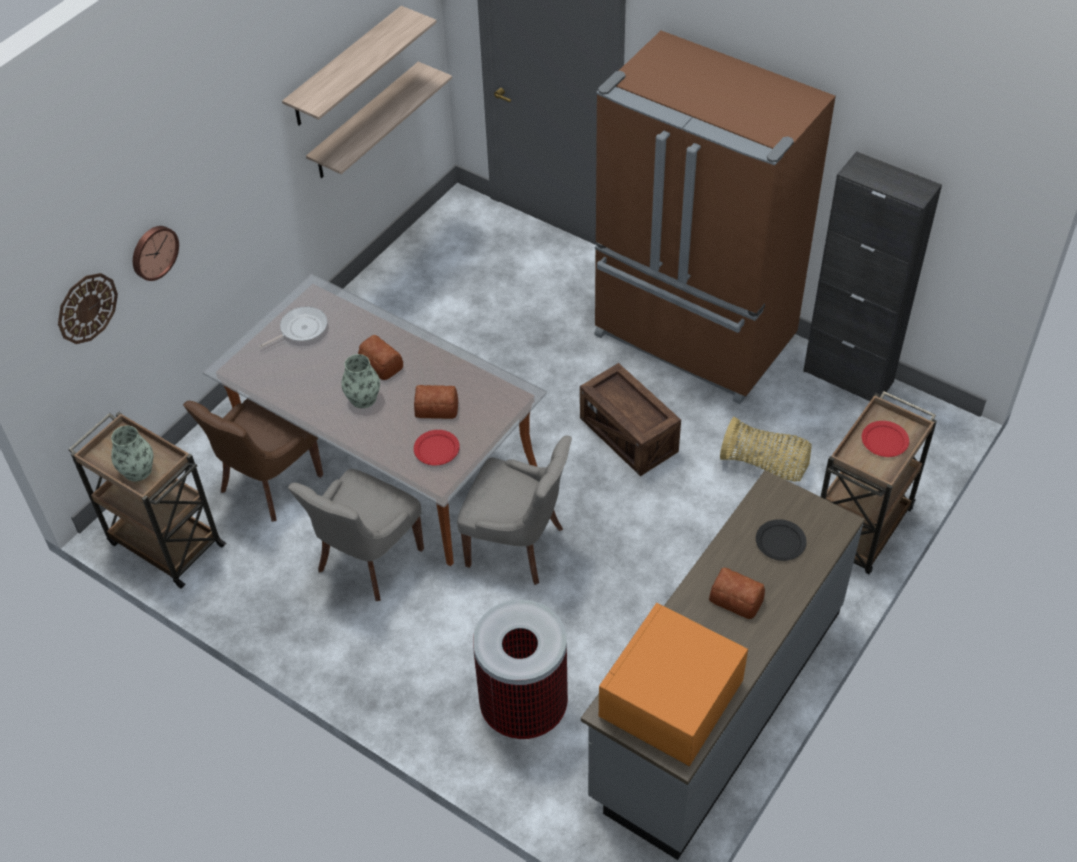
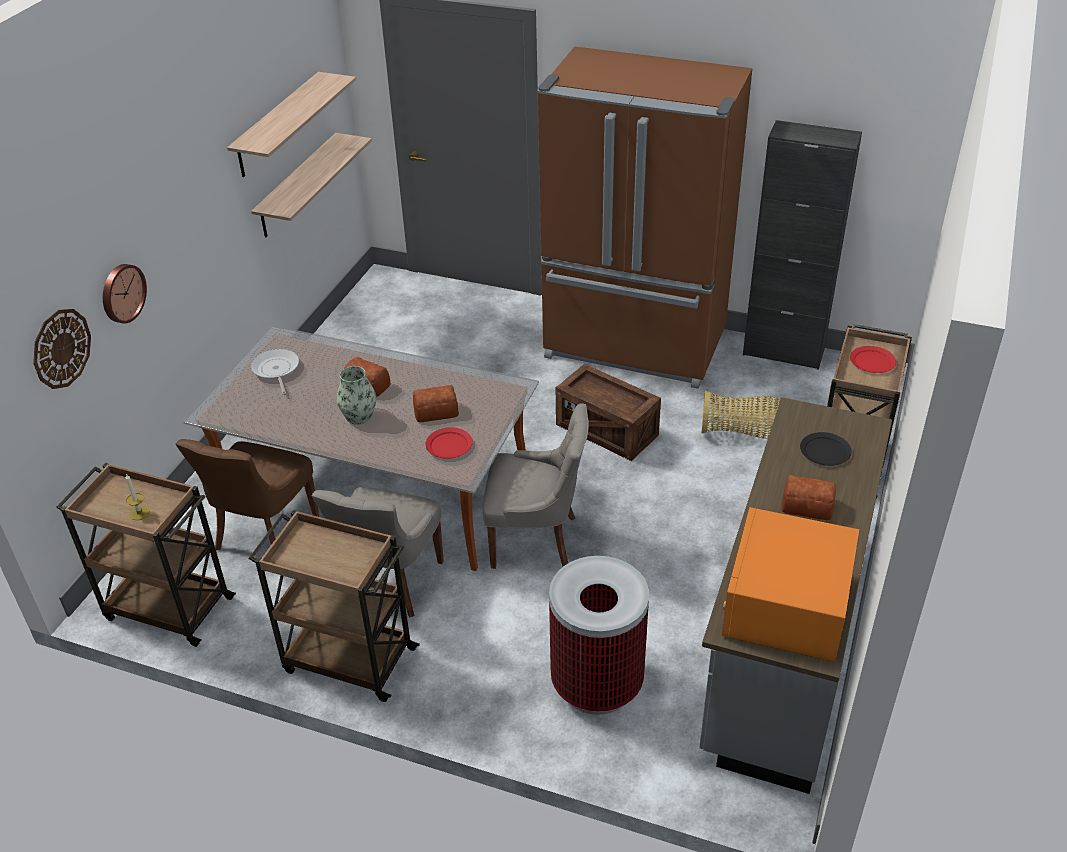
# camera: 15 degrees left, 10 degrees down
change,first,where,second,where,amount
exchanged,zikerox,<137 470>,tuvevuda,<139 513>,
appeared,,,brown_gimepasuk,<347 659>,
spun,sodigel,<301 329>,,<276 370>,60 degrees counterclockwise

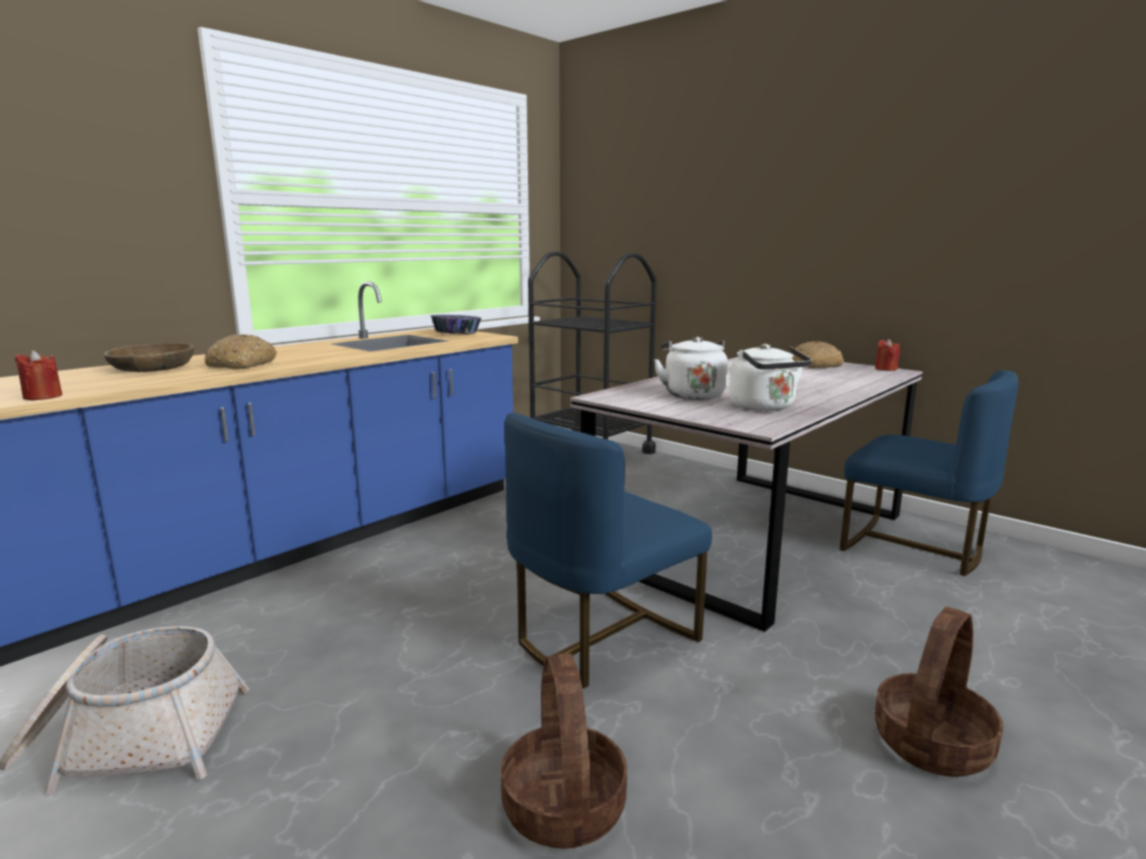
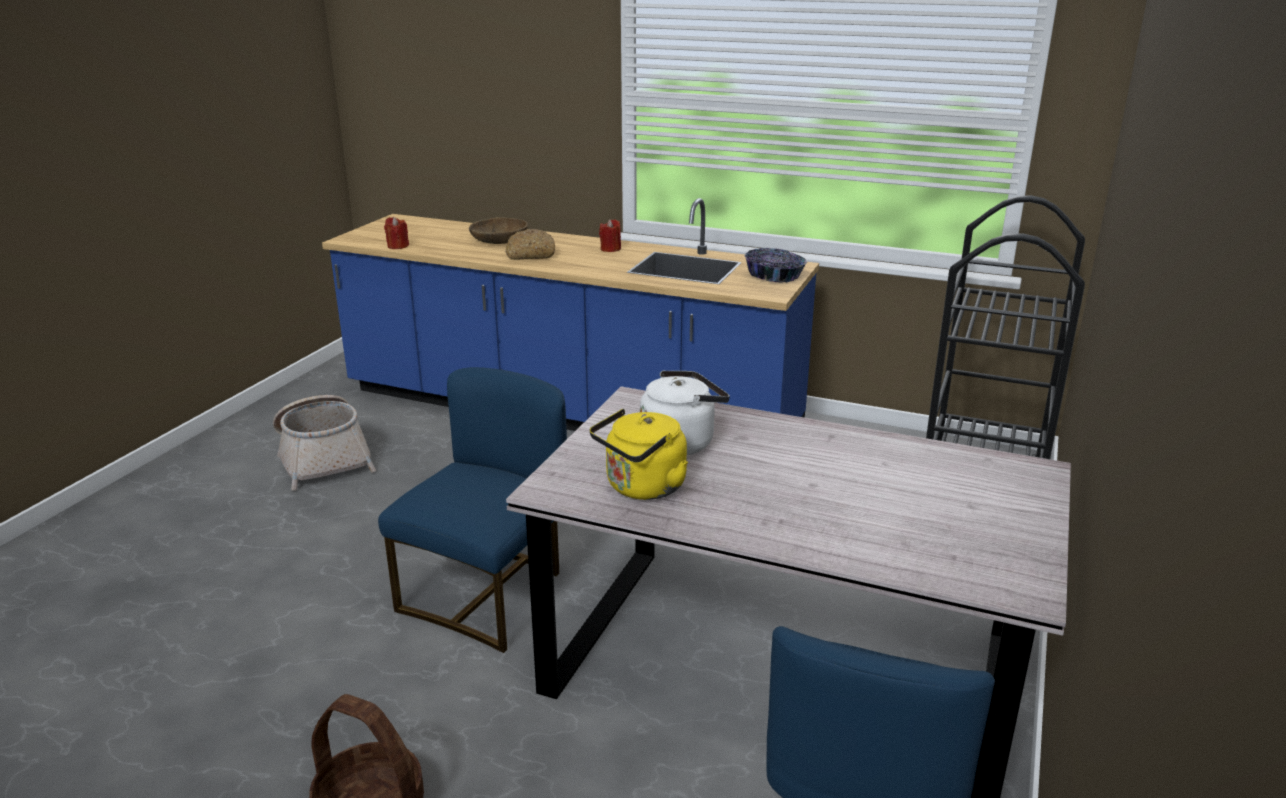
# camera: 70 degrees right, 10 degrees up
change,first,where,second,where,amount
spun,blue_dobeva,<601 637>,,<489 595>,90 degrees clockwise
colour,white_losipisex,<765 407>,yellow_losipisex,<642 488>,
relocated,red_tuvevuda,<885 369>,,<610 249>,
missing,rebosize,<562 806>,,,
missing,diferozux,<814 365>,,,

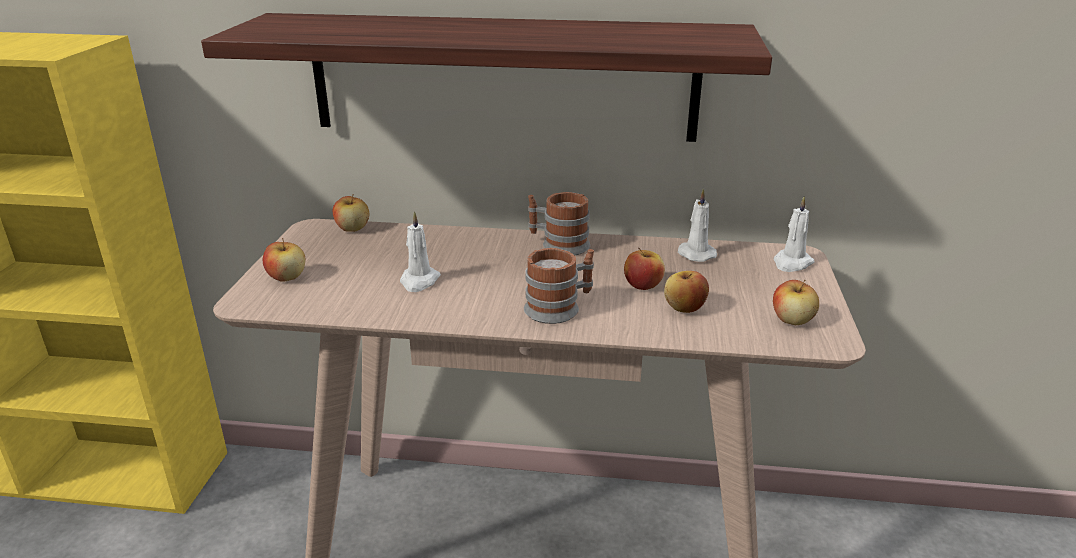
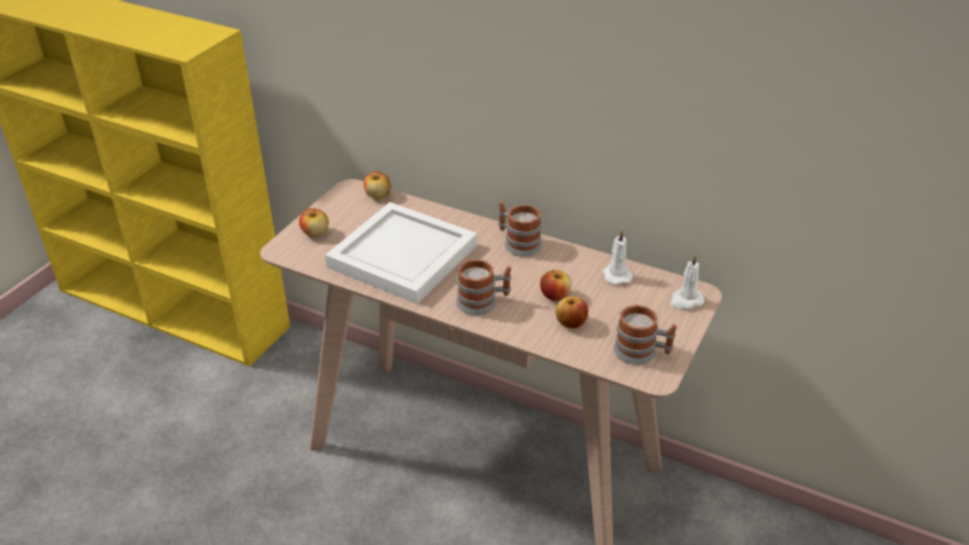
# camera: 20 degrees right, 10 degrees up
change,first,where,second,where,amount
exchanged,white_tuvevuda,<419 281>,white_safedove,<400 256>,
exchanged,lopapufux,<792 320>,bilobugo,<642 352>,
missing,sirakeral,<502 77>,,,

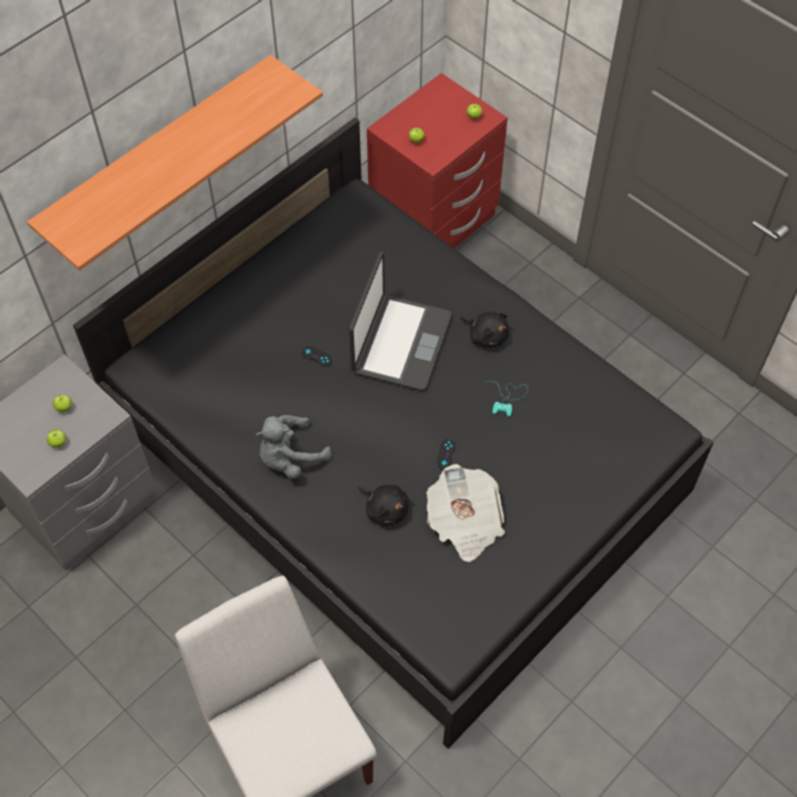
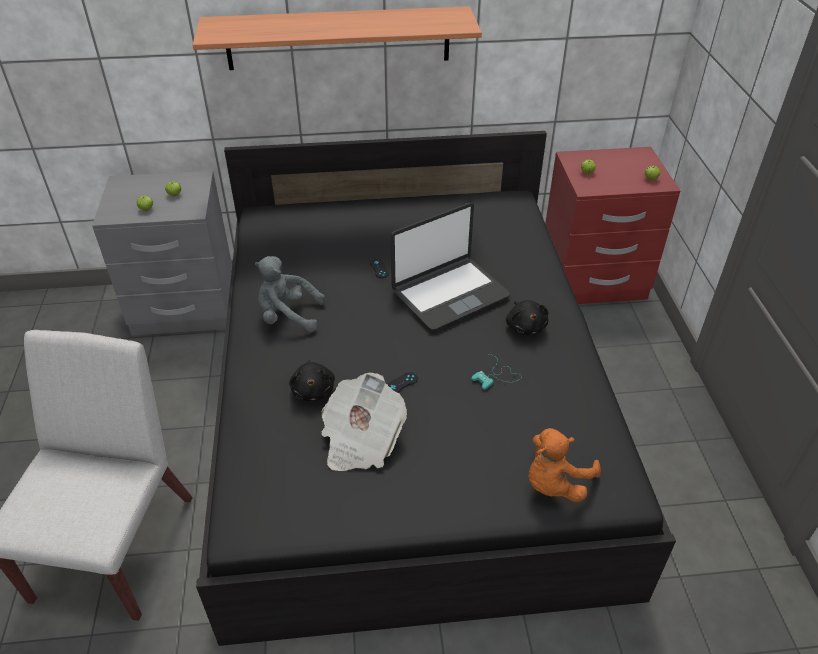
# camera: 40 degrees right, 15 degrees down
change,first,where,second,where,amount
appeared,,,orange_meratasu,<554 483>,

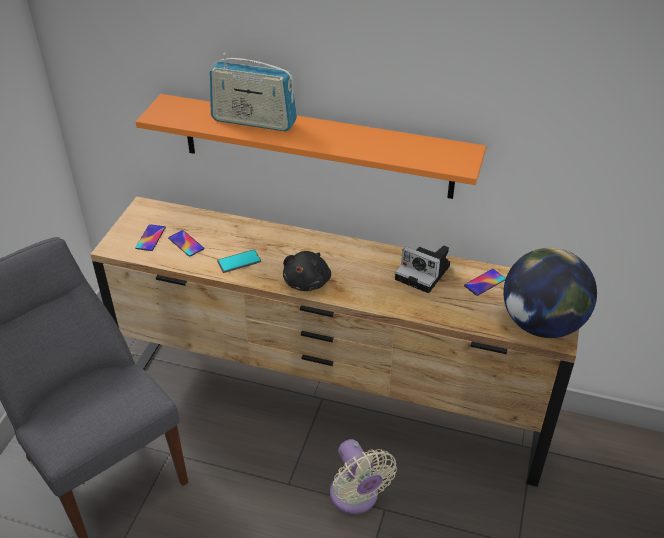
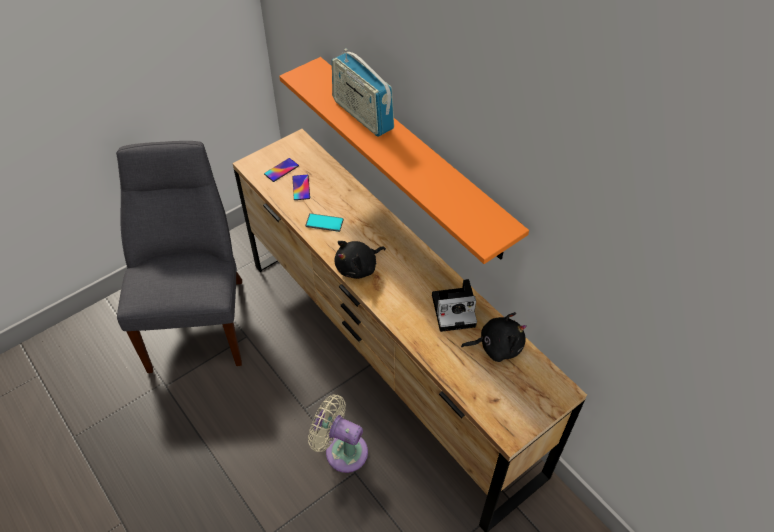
# camera: 35 degrees right, 10 degrees up
change,first,where,second,where,amount
spun,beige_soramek,<356 497>,,<342 450>,105 degrees clockwise
spun,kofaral,<425 273>,,<455 310>,75 degrees counterclockwise
exchanged,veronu,<484 282>,black_meratasu,<497 346>,
missing,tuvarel,<541 324>,,,

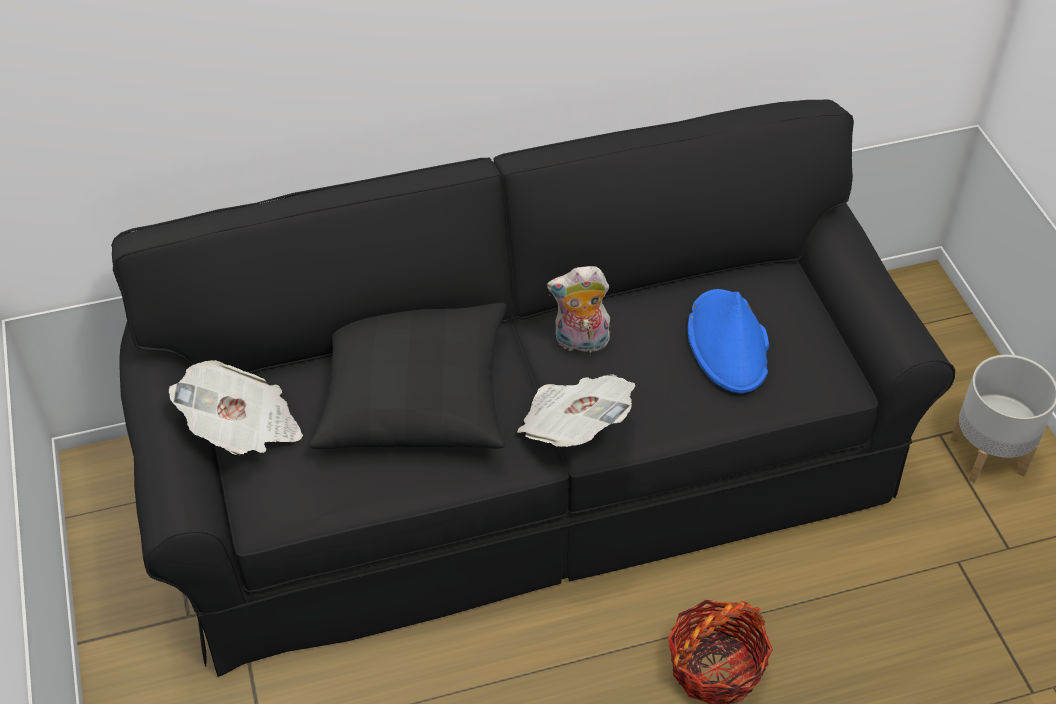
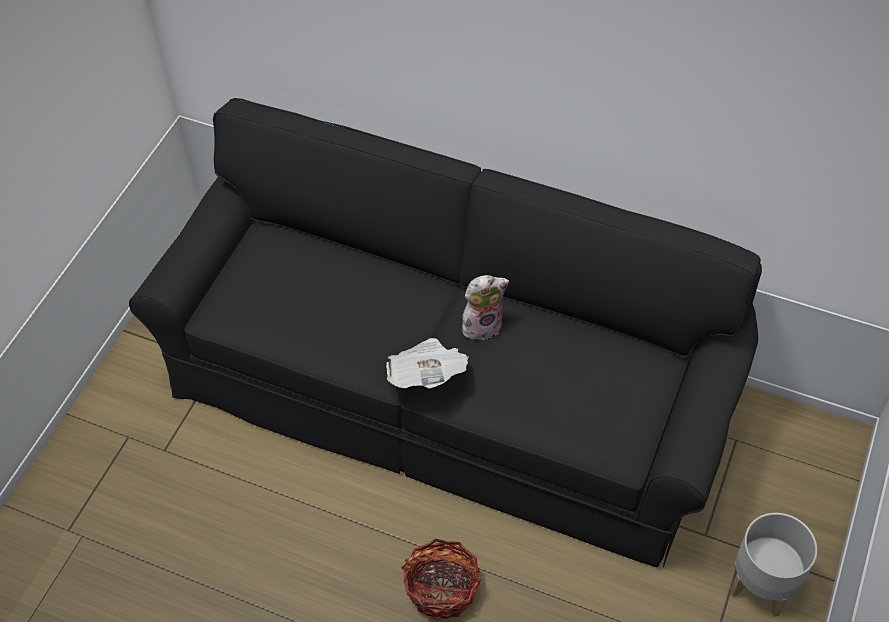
# camera: 40 degrees right, 5 degrees up
change,first,where,second,where,amount
spun,meratasu,<580 342>,,<482 325>,120 degrees clockwise
missing,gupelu,<243 429>,,,
missing,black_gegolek,<413 391>,,,
missing,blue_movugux,<728 343>,,,

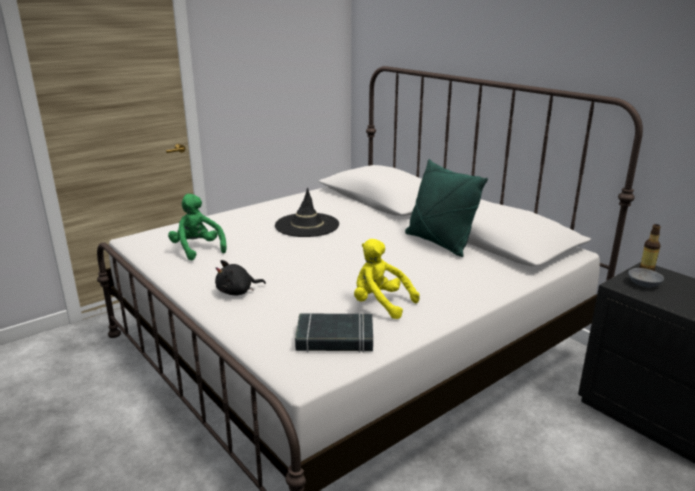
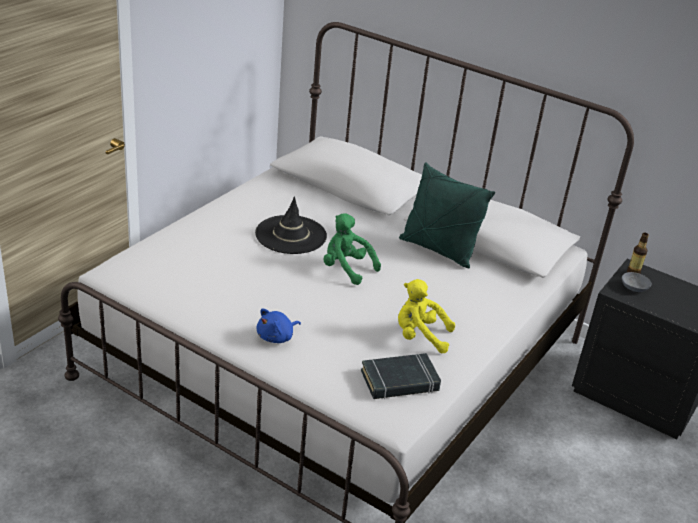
# camera: 20 degrees left, 10 degrees up
change,first,where,second,where,amount
colour,black_meratasu,<237 292>,blue_meratasu,<276 337>,
relocated,green_meratasu,<197 249>,,<346 269>,

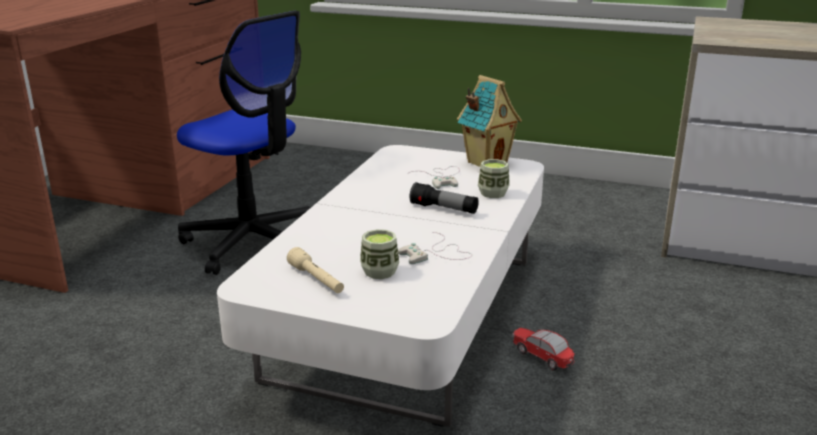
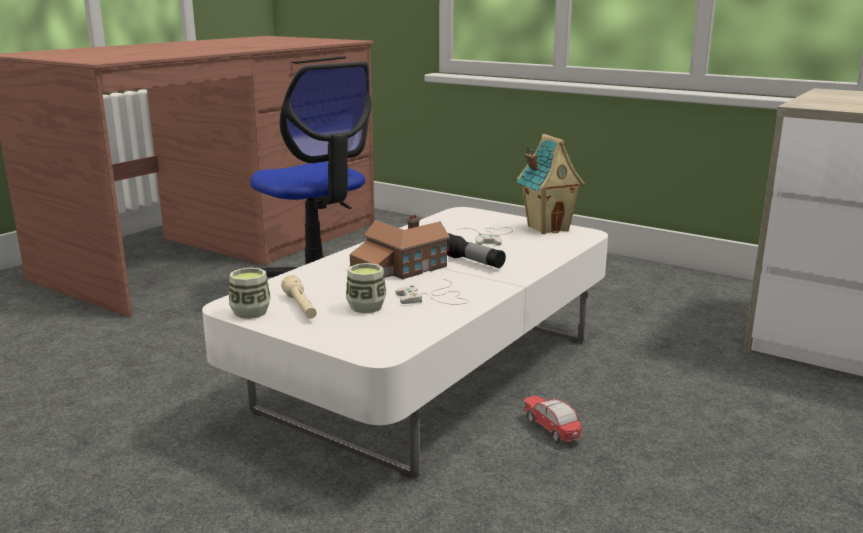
# camera: 15 degrees right, 5 degrees down
change,first,where,second,where,amount
relocated,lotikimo,<493 193>,,<250 312>,
appeared,,,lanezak,<399 268>,

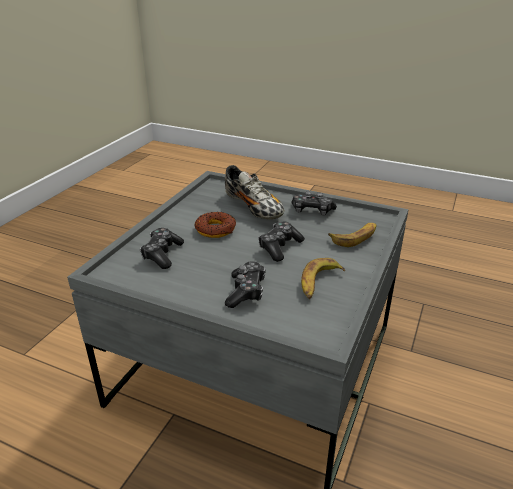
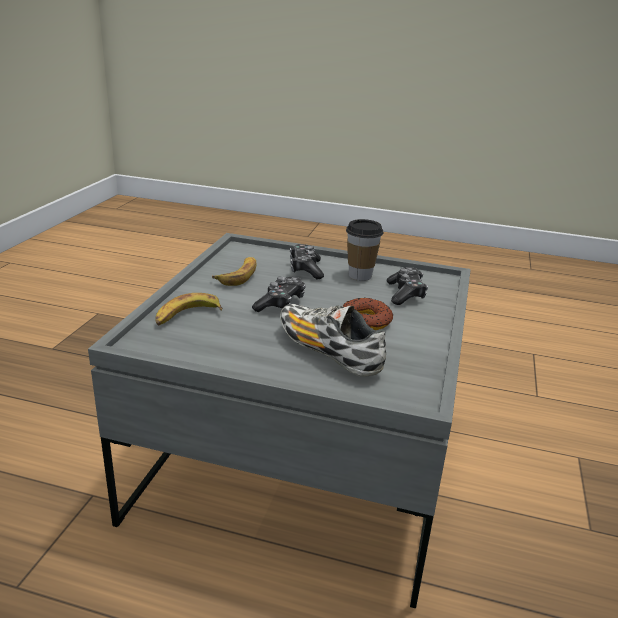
# camera: 170 degrees right, 5 degrees down
change,first,where,second,where,amount
appeared,,,lotikimo,<360 276>,
missing,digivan,<312 211>,,,

